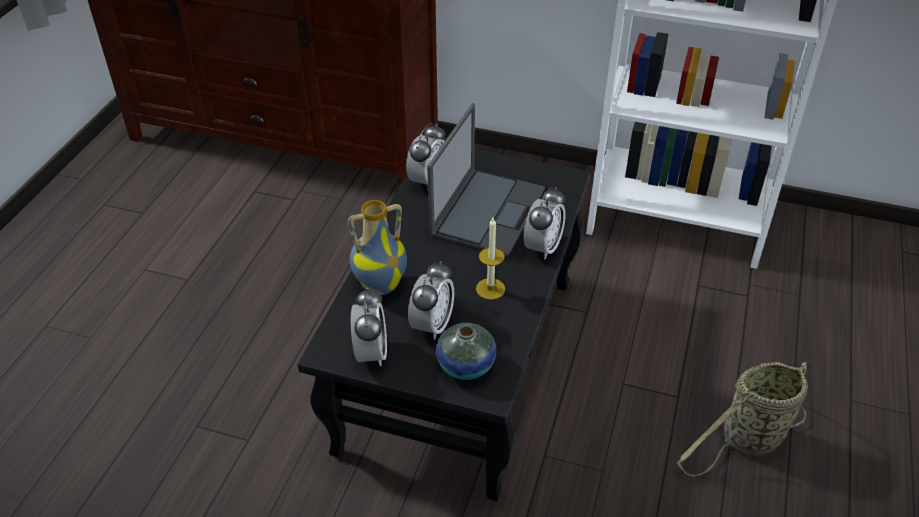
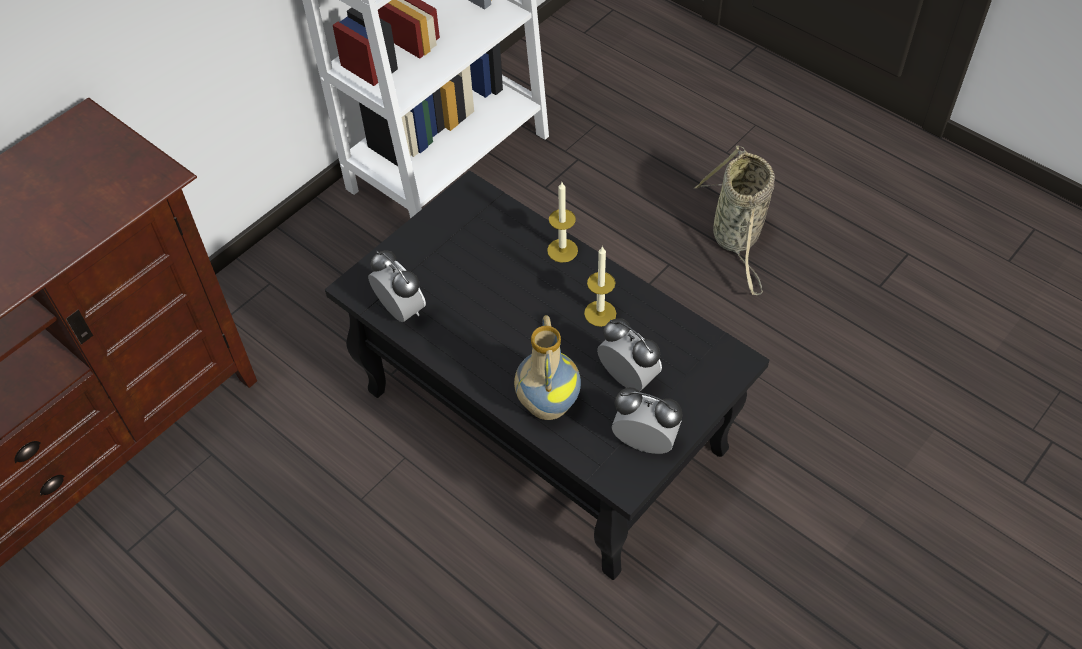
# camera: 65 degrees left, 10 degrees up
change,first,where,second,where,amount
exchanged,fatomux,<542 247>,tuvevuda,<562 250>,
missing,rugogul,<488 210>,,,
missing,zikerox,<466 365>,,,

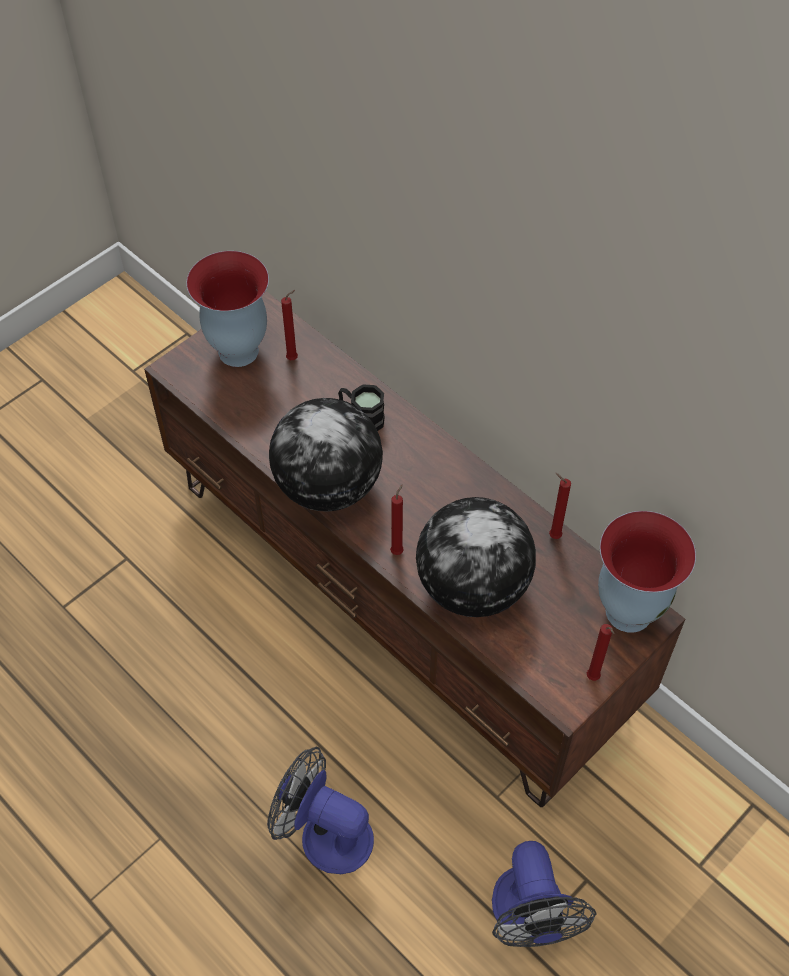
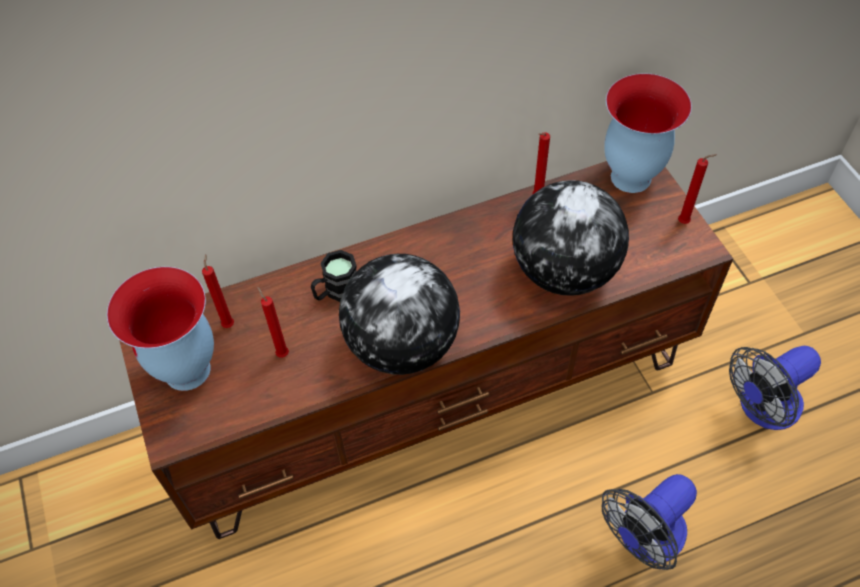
# camera: 65 degrees left, 0 degrees up
change,first,where,second,where,amount
relocated,red_tuvevuda,<398 550>,,<281 353>,
spun,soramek,<530 917>,,<762 408>,135 degrees clockwise

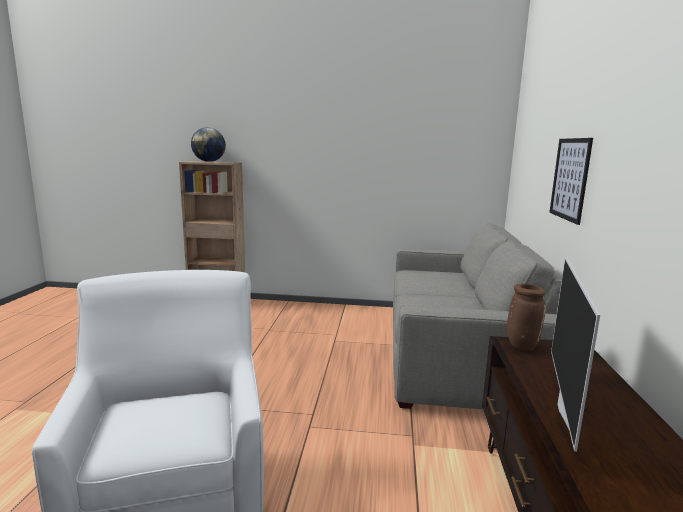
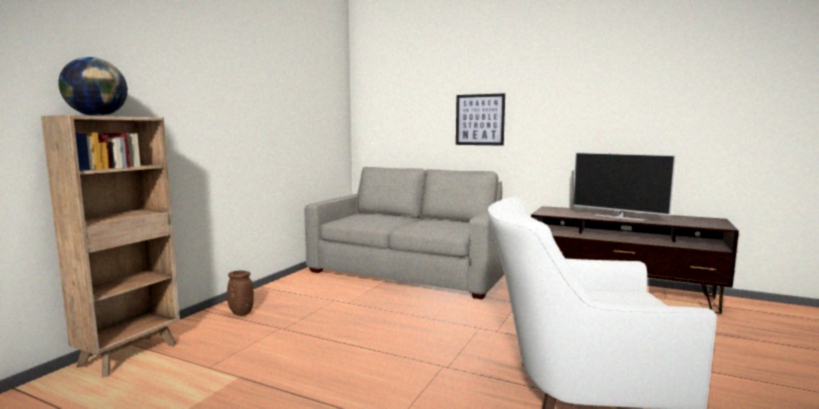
# camera: 70 degrees left, 5 degrees down
change,first,where,second,where,amount
relocated,brown_zikerox,<521 346>,,<240 313>,

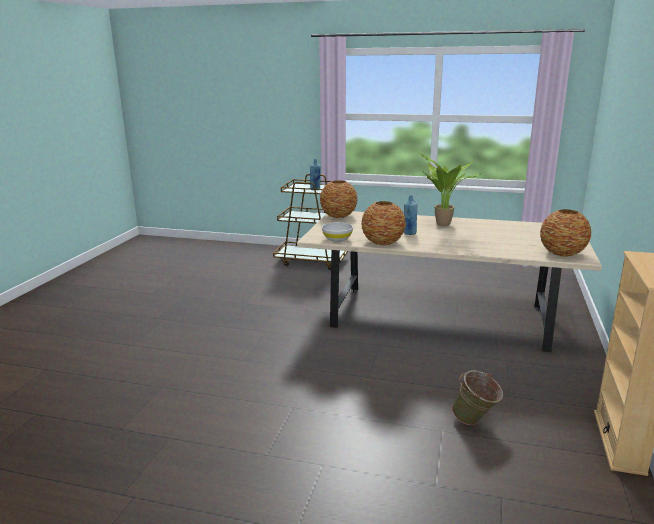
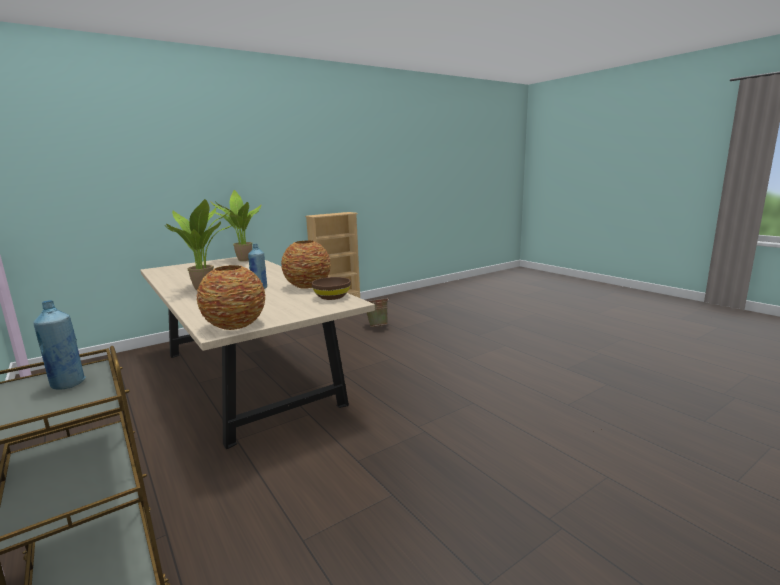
# camera: 140 degrees left, 5 degrees down
change,first,where,second,where,amount
exchanged,zikerox,<561 253>,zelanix,<242 260>,
colour,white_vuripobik,<337 239>,brown_vuripobik,<332 297>,

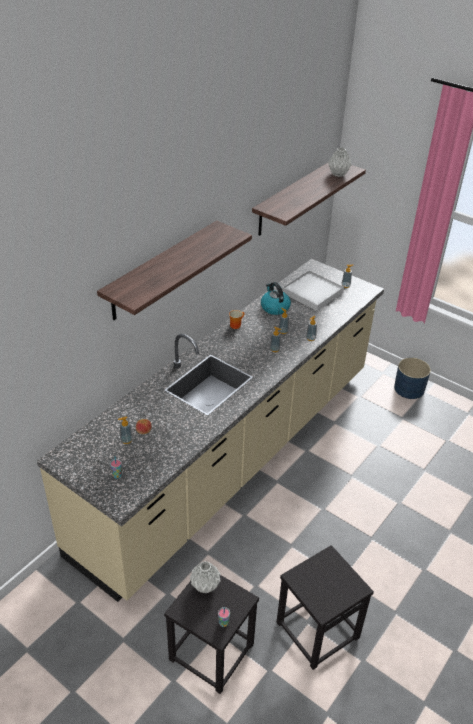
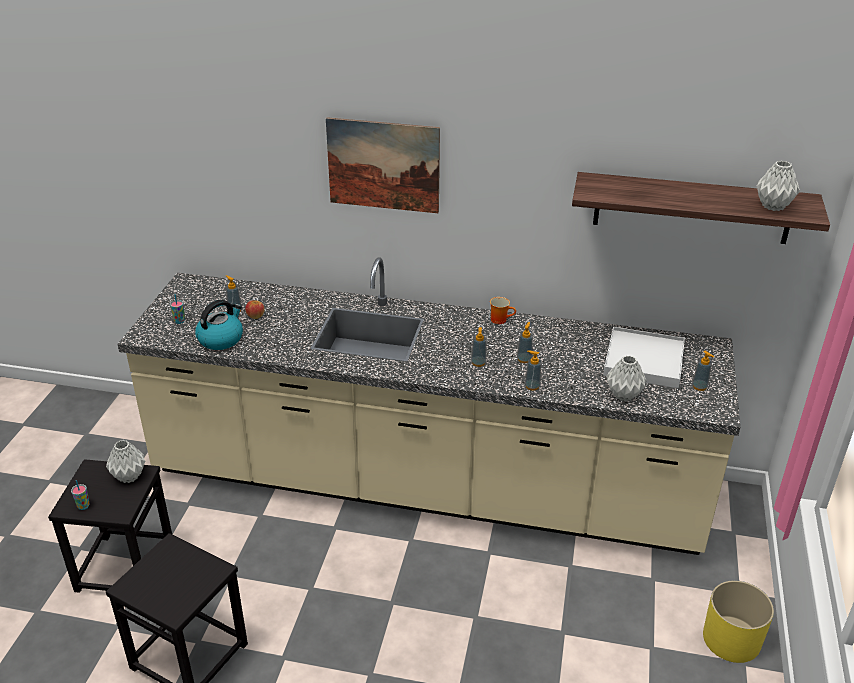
# camera: 65 degrees right, 5 degrees down
change,first,where,second,where,amount
relocated,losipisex,<274 307>,,<221 339>,
exchanged,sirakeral,<162 270>,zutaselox,<383 165>,
appeared,,,grey_zikerox,<623 395>,
colour,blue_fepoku,<409 389>,yellow_fepoku,<732 639>,

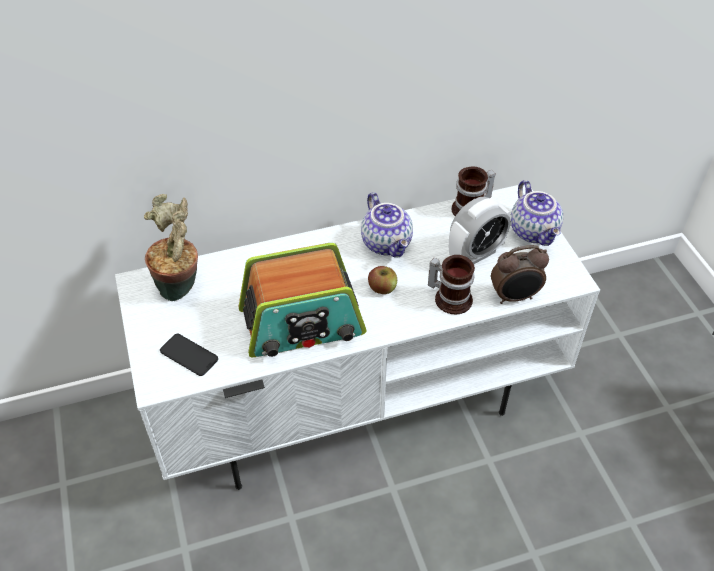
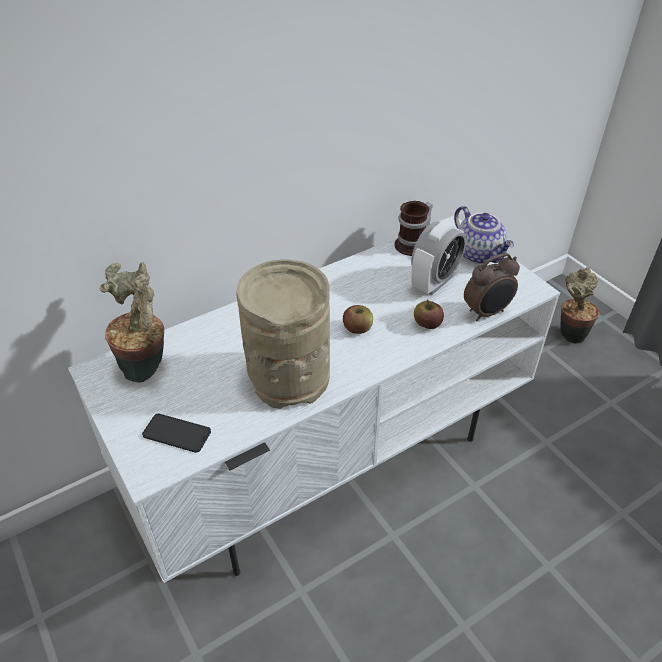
# camera: 15 degrees left, 5 degrees down
change,first,where,second,where,amount
exchanged,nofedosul,<302 323>,beige_zikerox,<289 377>,
exchanged,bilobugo,<450 297>,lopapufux,<427 324>,
appeared,,,zelanix,<570 333>,
missing,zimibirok,<387 243>,,,

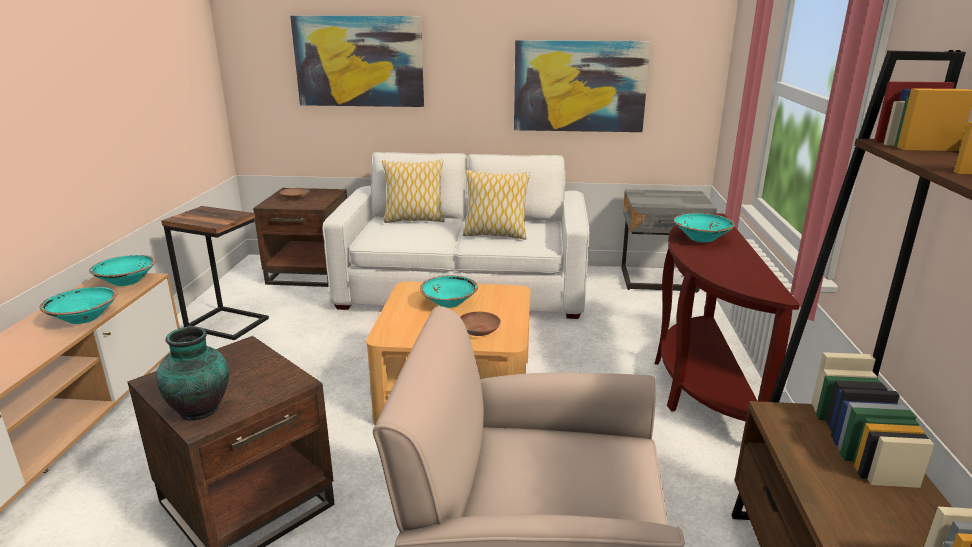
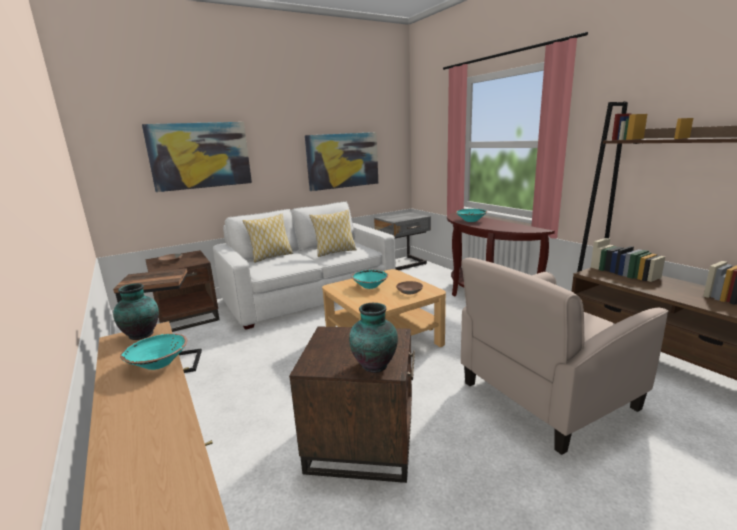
# camera: 35 degrees left, 5 degrees down
change,first,where,second,where,amount
exchanged,turquoise_vuripobik,<126 281>,zikerox,<142 335>,

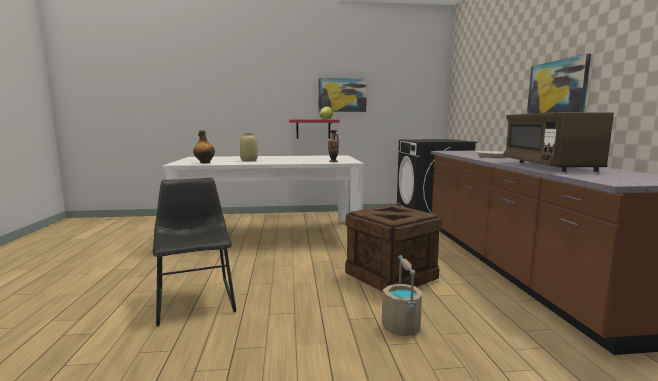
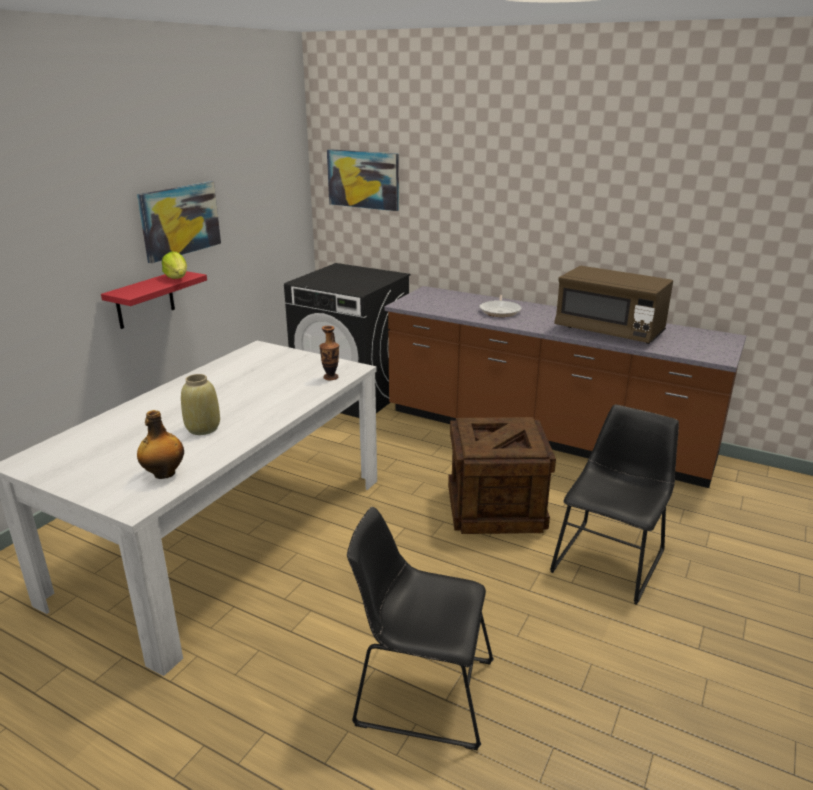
# camera: 55 degrees left, 15 degrees up
change,first,where,second,where,amount
relocated,zutaselox,<557 88>,,<363 179>,
exchanged,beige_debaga,<401 327>,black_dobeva,<610 558>,

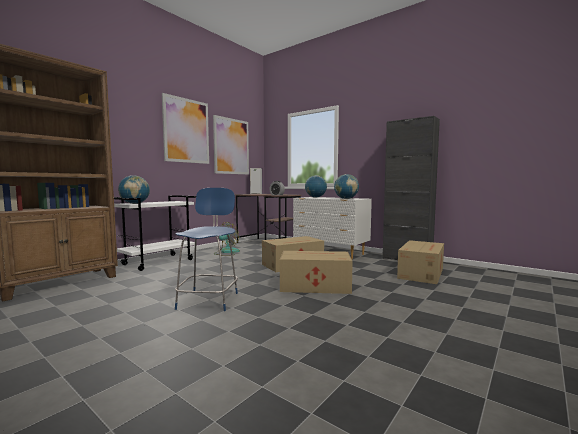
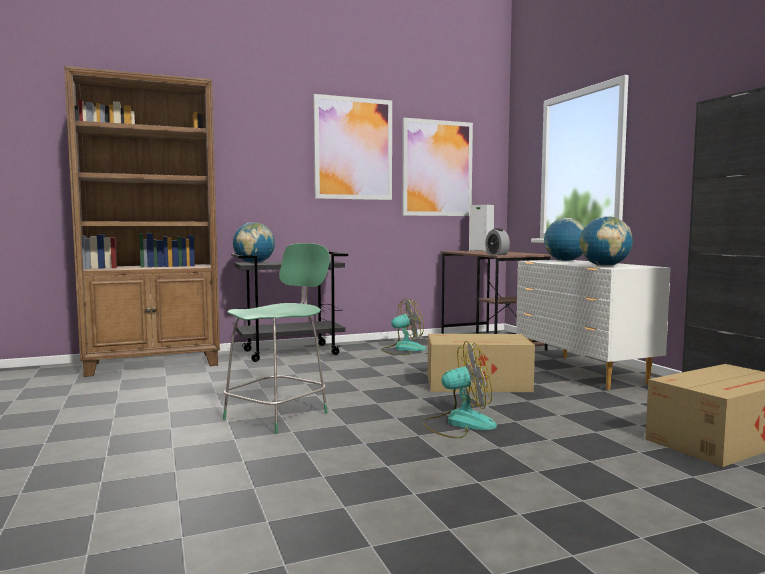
# camera: 30 degrees right, 0 degrees up
change,first,where,second,where,amount
colour,blue_dobeva,<209 300>,green_dobeva,<279 415>,
colour,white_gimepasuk,<158 262>,black_gimepasuk,<291 352>,
exchanged,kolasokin,<314 286>,soramek,<459 423>,

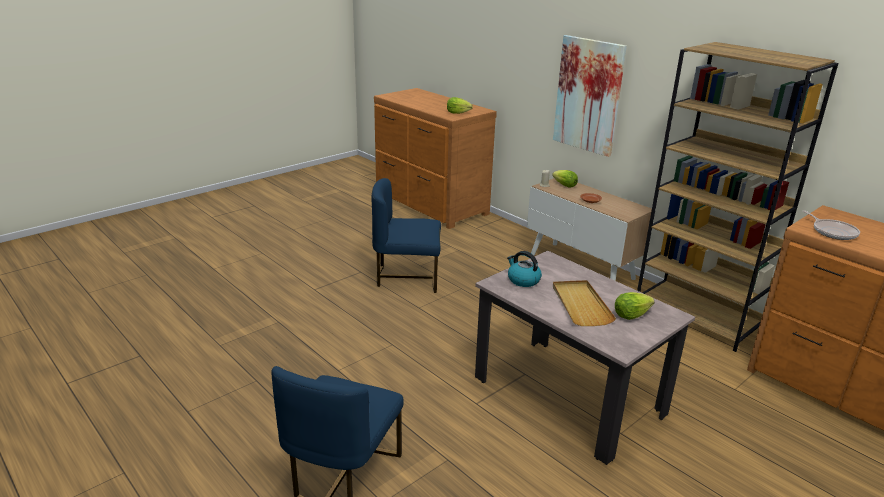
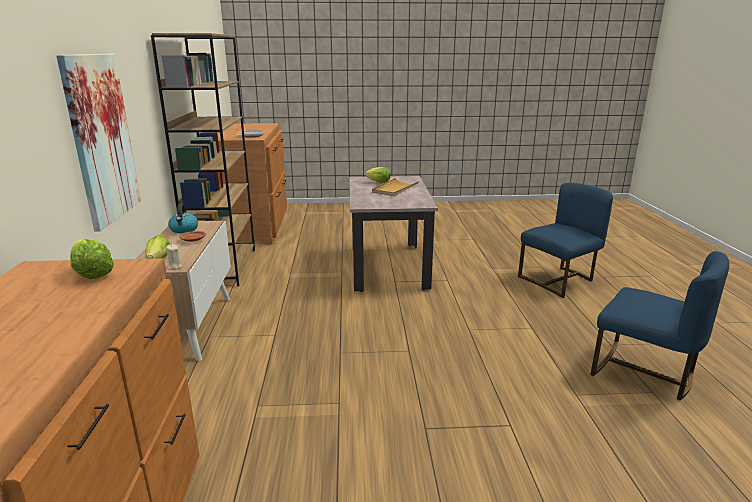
# camera: 140 degrees left, 5 degrees down
change,first,where,second,where,amount
relocated,losipisex,<523 280>,,<184 229>,
relocated,blue_dobeva,<407 277>,,<643 372>,

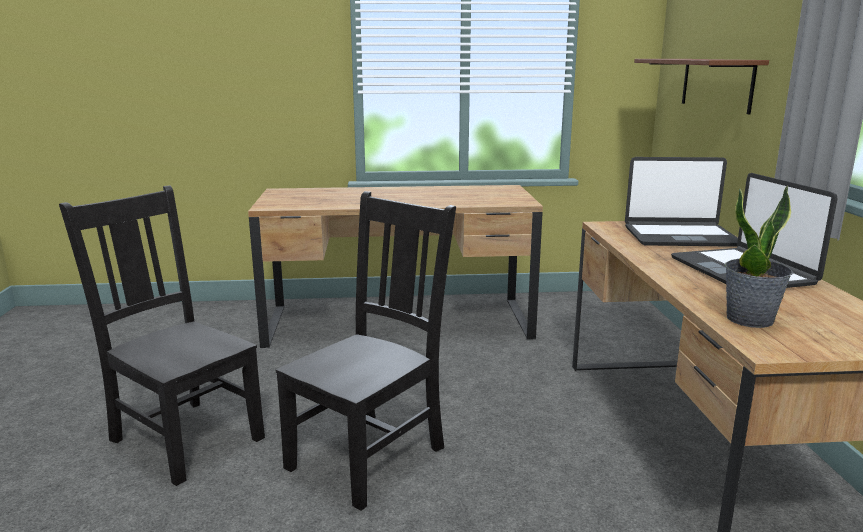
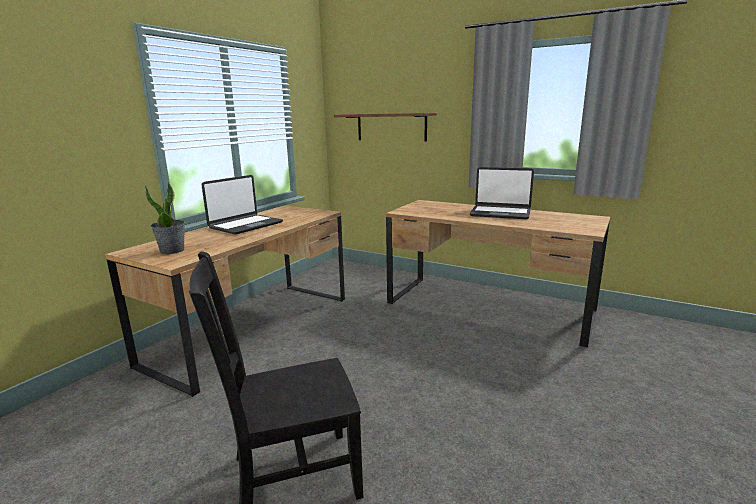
# camera: 55 degrees left, 0 degrees up
change,first,where,second,where,amount
relocated,zelanix,<750 319>,,<172 250>,
relocated,rugogul,<680 236>,,<245 225>,
missing,black_dobeva,<370 455>,,,

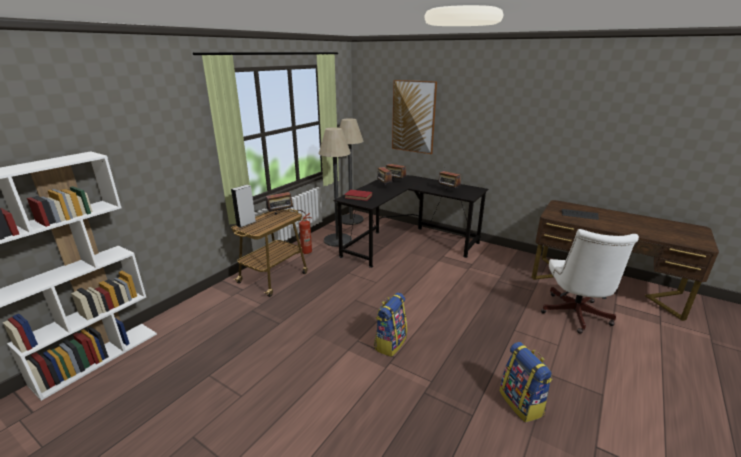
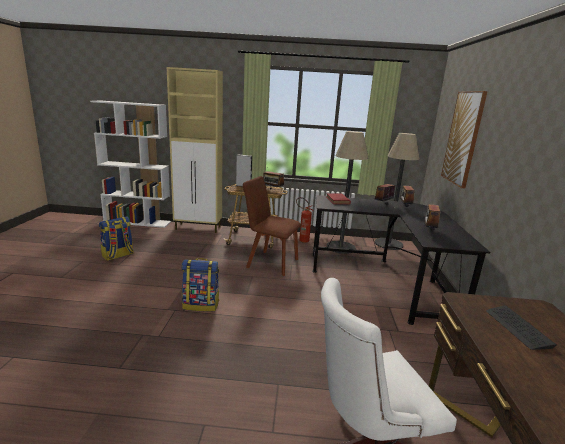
# camera: 60 degrees right, 5 degrees down
change,first,where,second,where,amount
relocated,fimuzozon,<522 403>,,<118 256>,
appeared,,,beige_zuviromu,<198 228>,
appeared,,,brown_dobeva,<270 262>,

